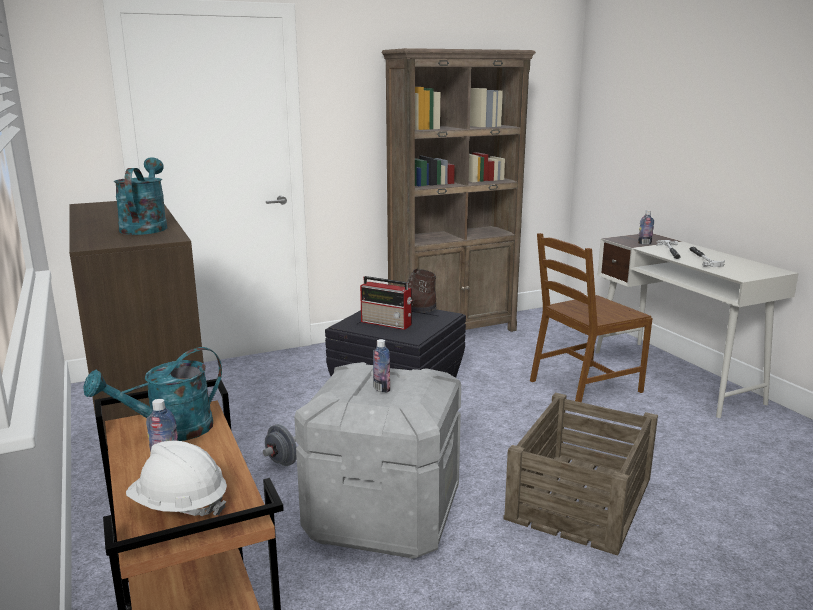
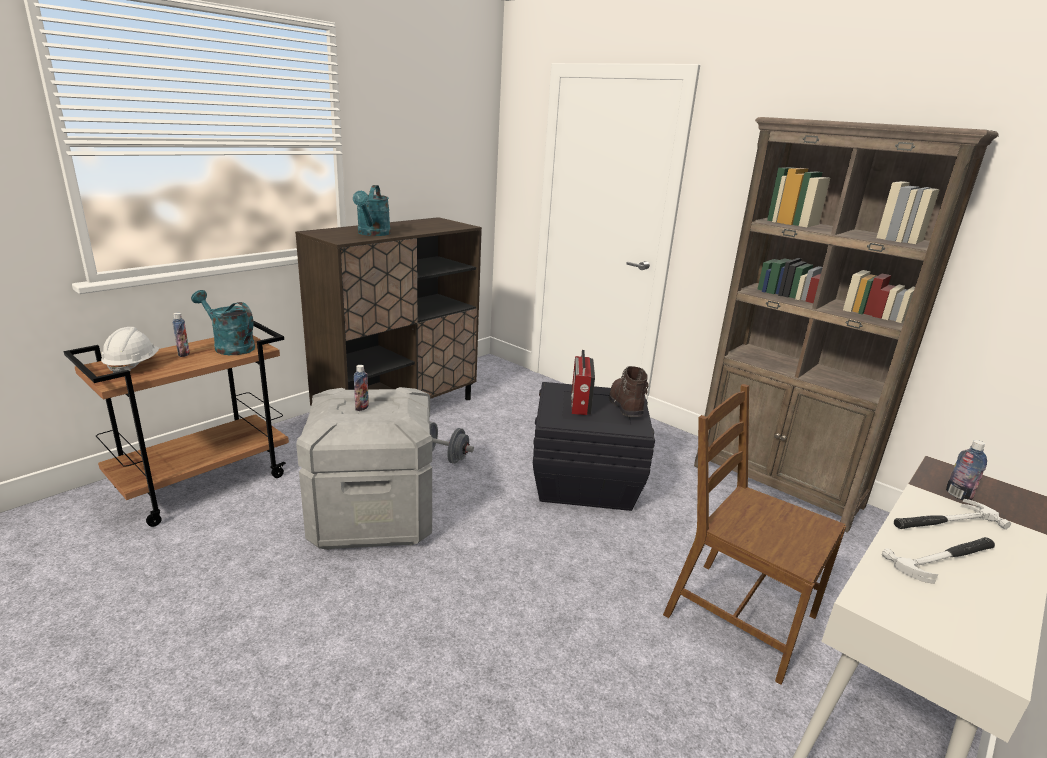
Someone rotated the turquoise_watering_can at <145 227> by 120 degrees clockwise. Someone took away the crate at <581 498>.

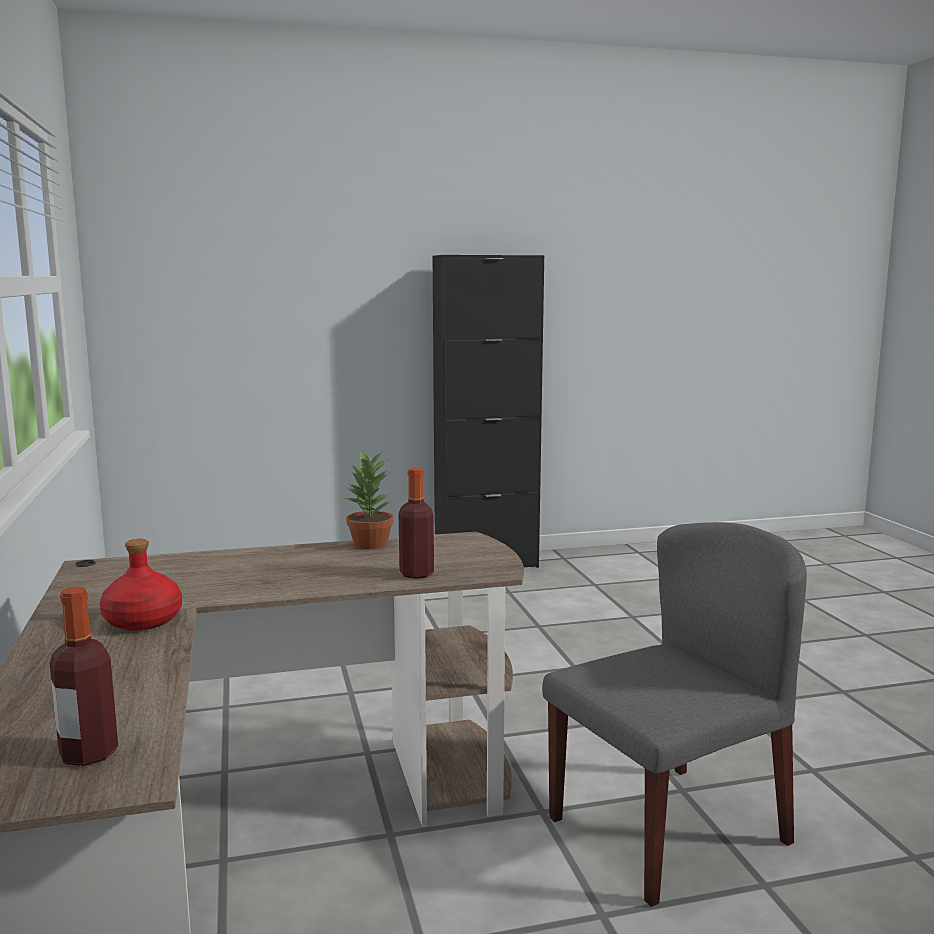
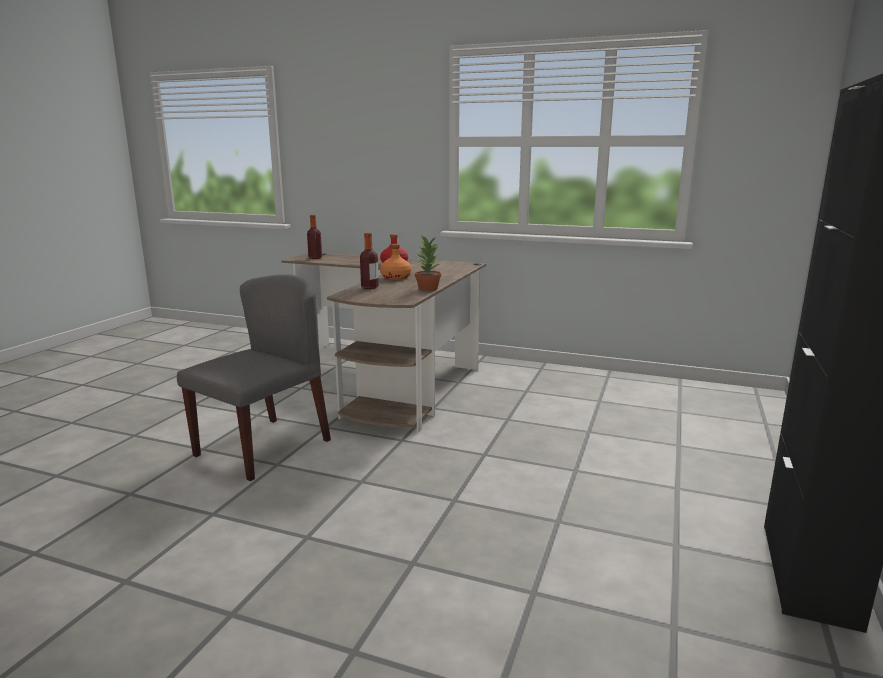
Someone rotated the grey_chair at <669 828> by 150 degrees counterclockwise. Someone put down the orange_bottle at <395 277>.

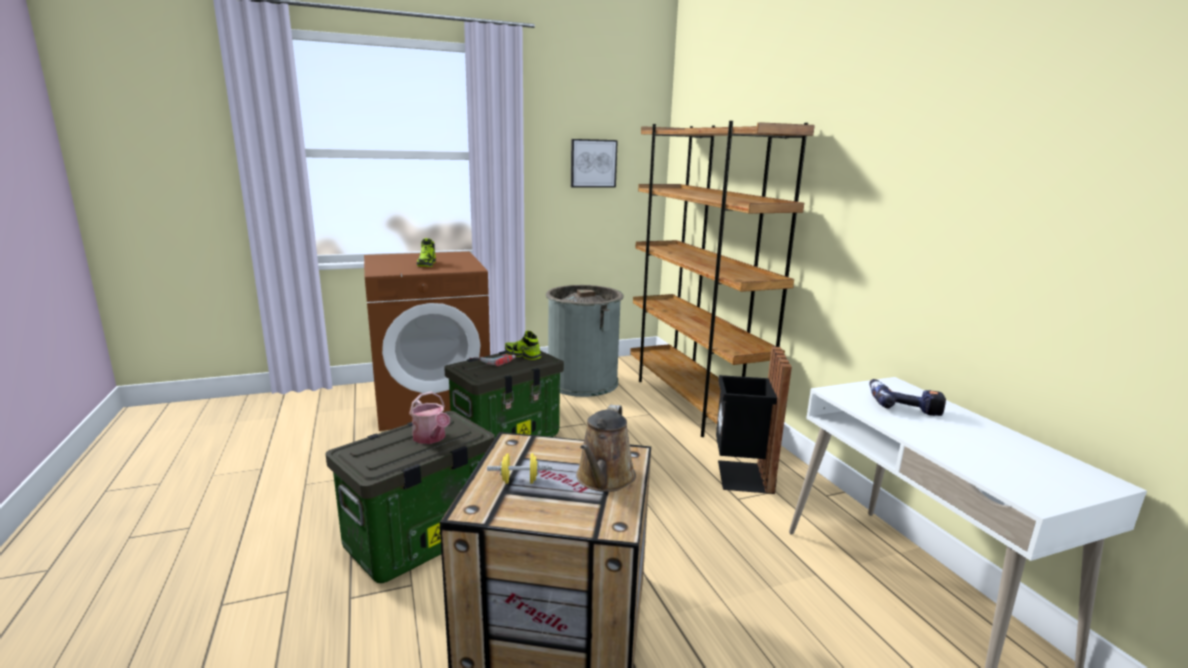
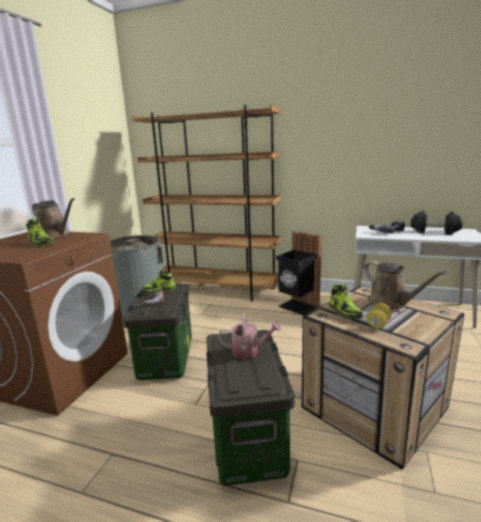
Someone took away the picture at <593 163>. Someone put down the brown_watering_can at <55 235>. Someone put down the shoe at <344 312>. Someone put down the black_dumbbell at <434 231>.

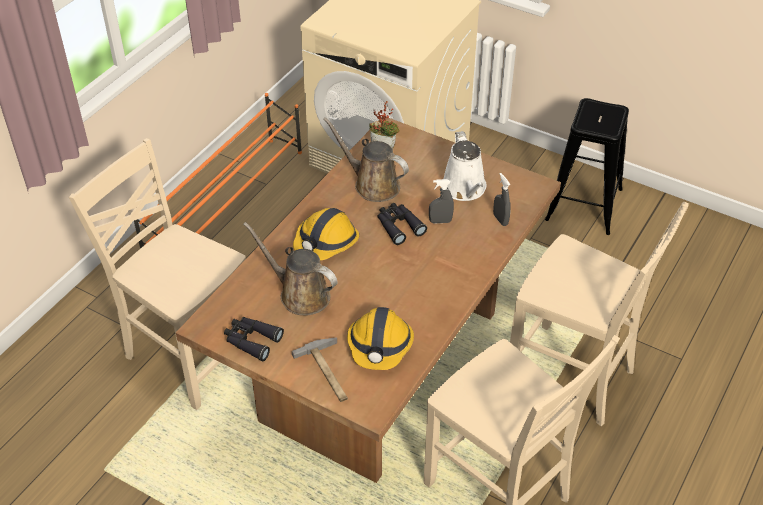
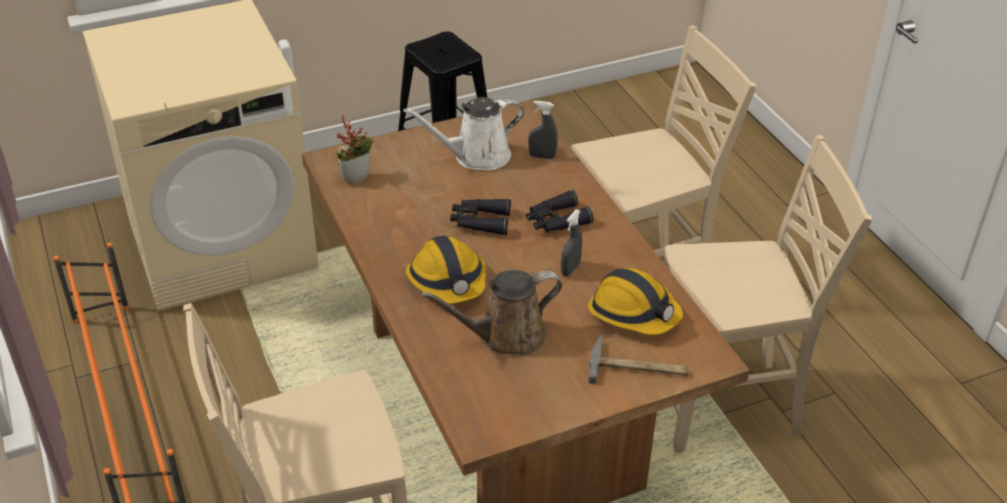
Someone carried the black_binoculars from <251 340> to <556 221>. Someone took away the brown_watering_can at <373 184>. Someone carried the grey_spray_bottle from <440 221> to <570 269>. Someone rotated the white_watering_can at <465 189> by 135 degrees clockwise.

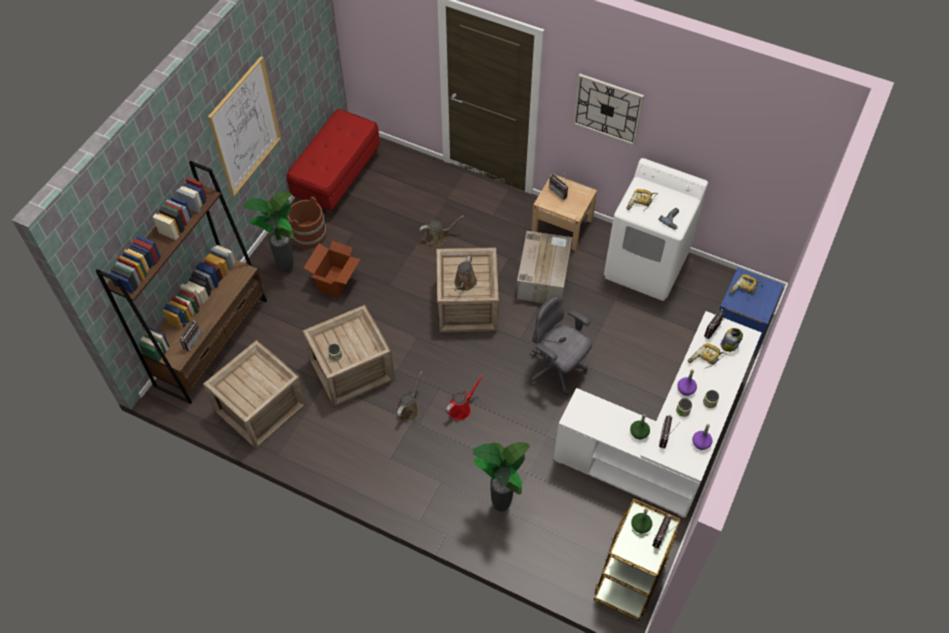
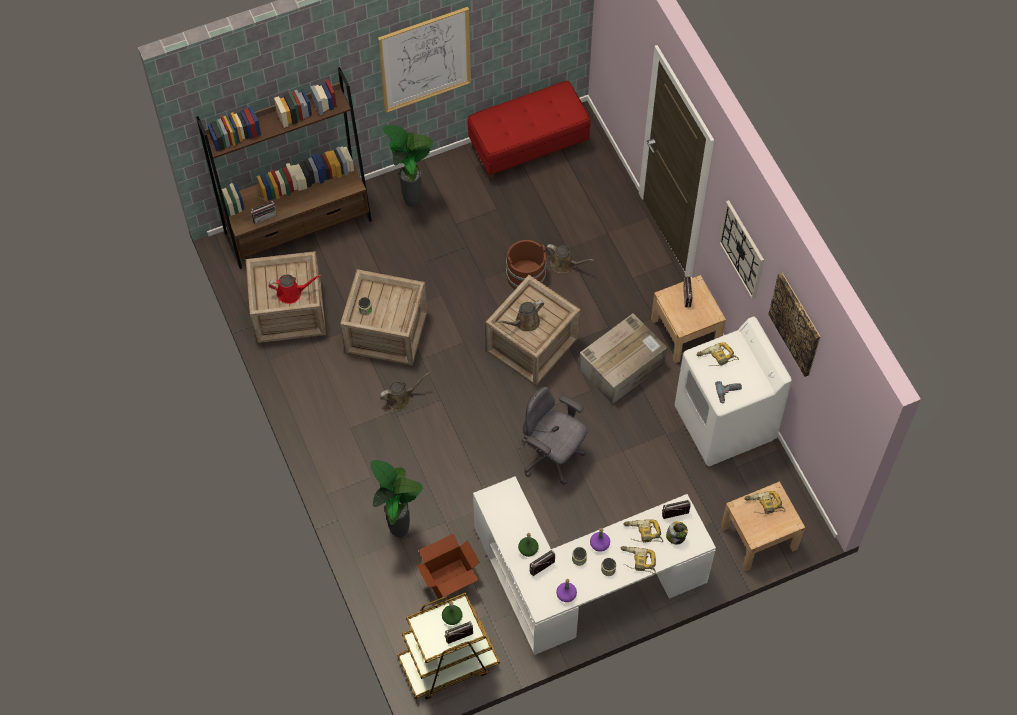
Someone carried the brown_bucket from <309 234> to <526 276>. Someone carried the cardboard_box from <335 282> to <449 579>. Someone carried the red_watering_can from <461 408> to <292 293>. Someone rotated the grey_office_chair at <556 370> by 45 degrees counterclockwise. Someone repainted the blue_nightstand at <741 322>, which became the beige_nightstand at <759 537>. Someone put down the power_drill at <637 561>. Someone put up the picture at <795 324>.

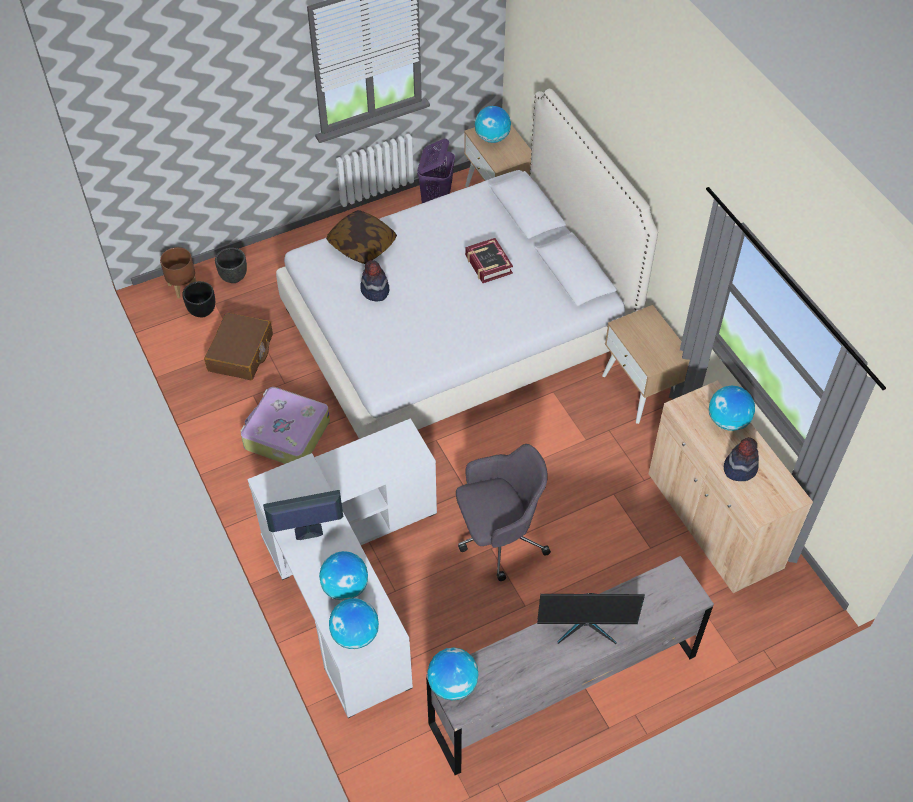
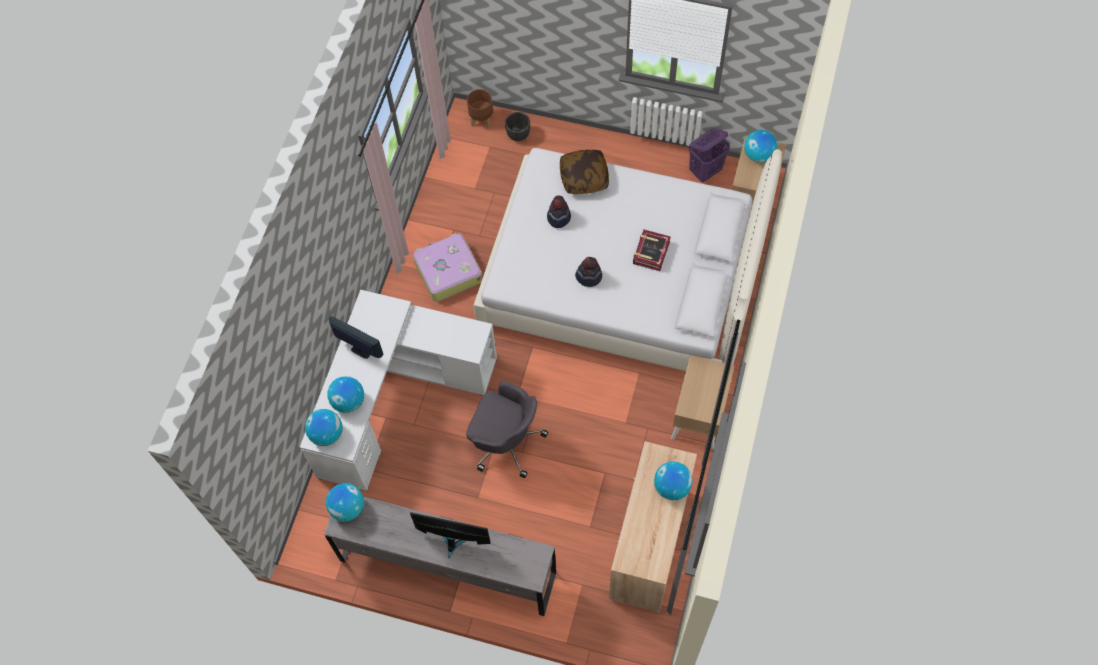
Someone took away the black_planter at <202 311>. Someone took away the brown_suitcase at <241 353>. Someone rotated the monitor at <586 627> by 150 degrees clockwise. Someone carried the hat from <739 468> to <588 276>.

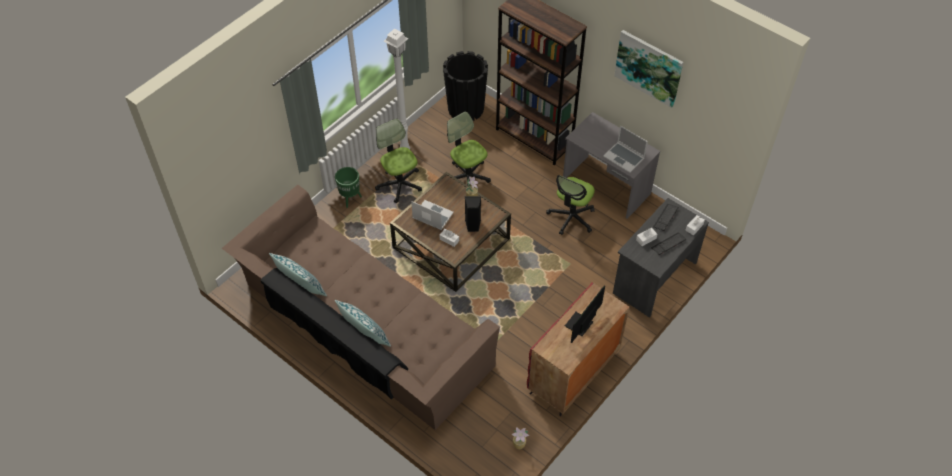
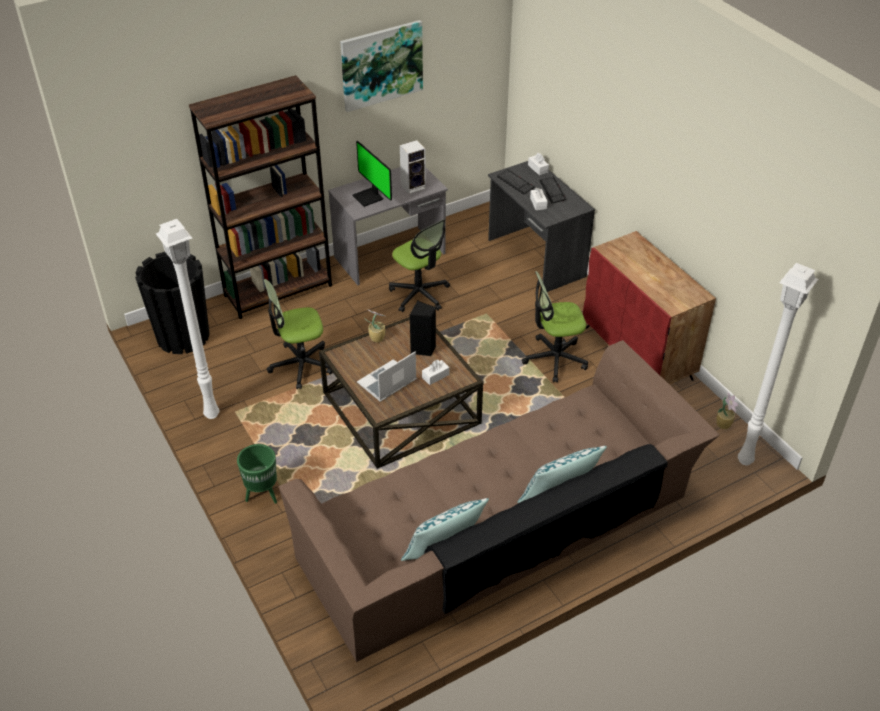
Someone carried the office_chair from <399 184> to <554 359>. Someone carried the monitor from <580 325> to <369 197>. Someone swapped the laptop at <624 158> for the speaker at <413 186>. Someone put down the white_floor_lamp at <745 461>.

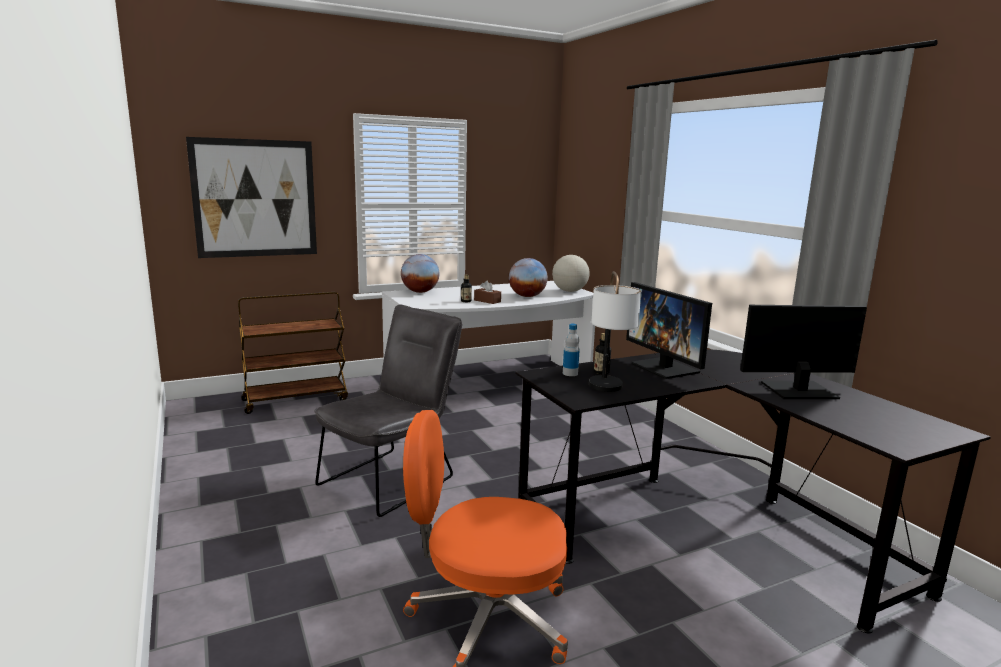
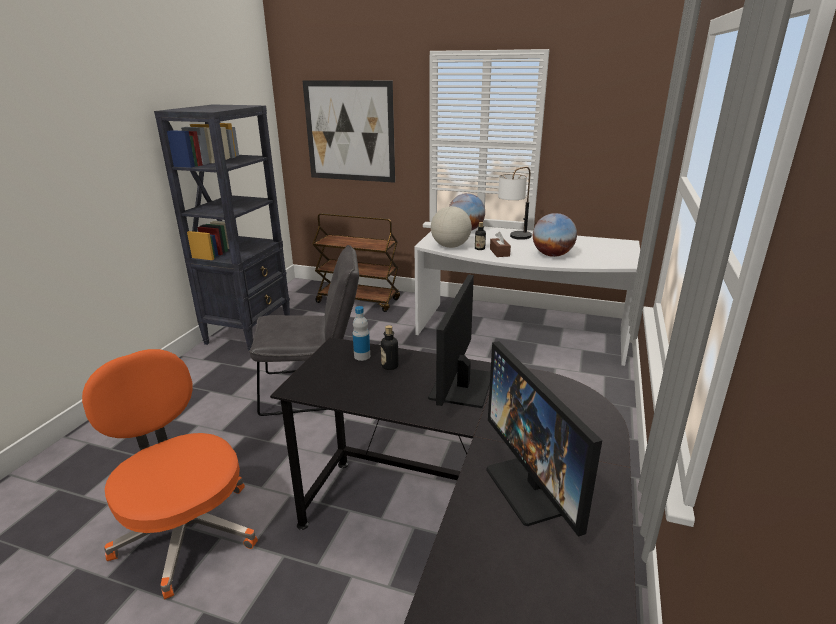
Someone carried the globe from <569 291> to <450 246>. Someone carried the table_lamp from <607 392> to <513 238>. Someone rotated the monitor at <798 390> by 150 degrees counterclockwise. Someone put down the black_bookcase at <249 332>.

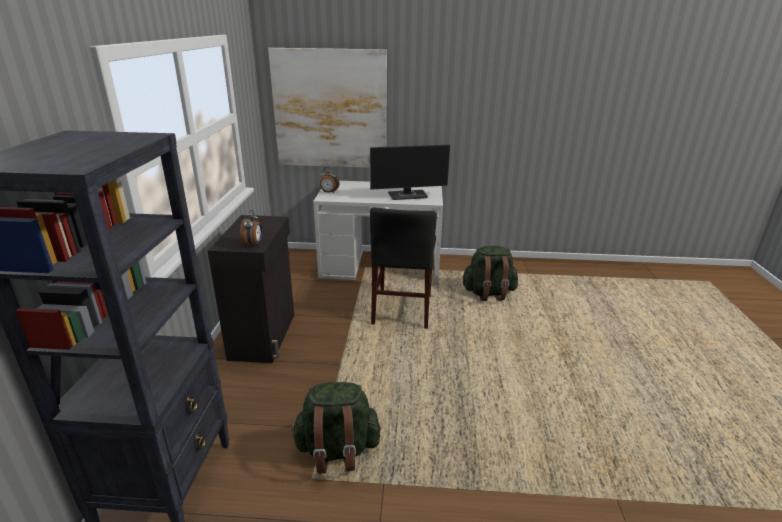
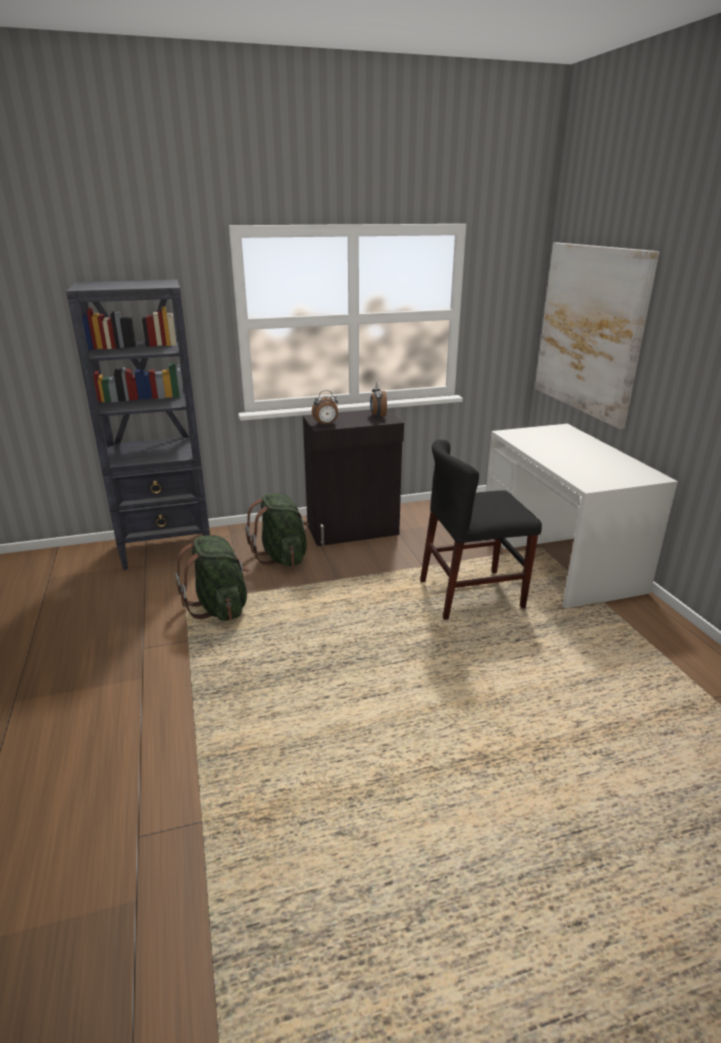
Someone carried the alarm_clock from <329 192> to <378 416>. Someone took away the monitor at <408 195>. Someone carried the green_backpack from <488 293> to <282 557>.

